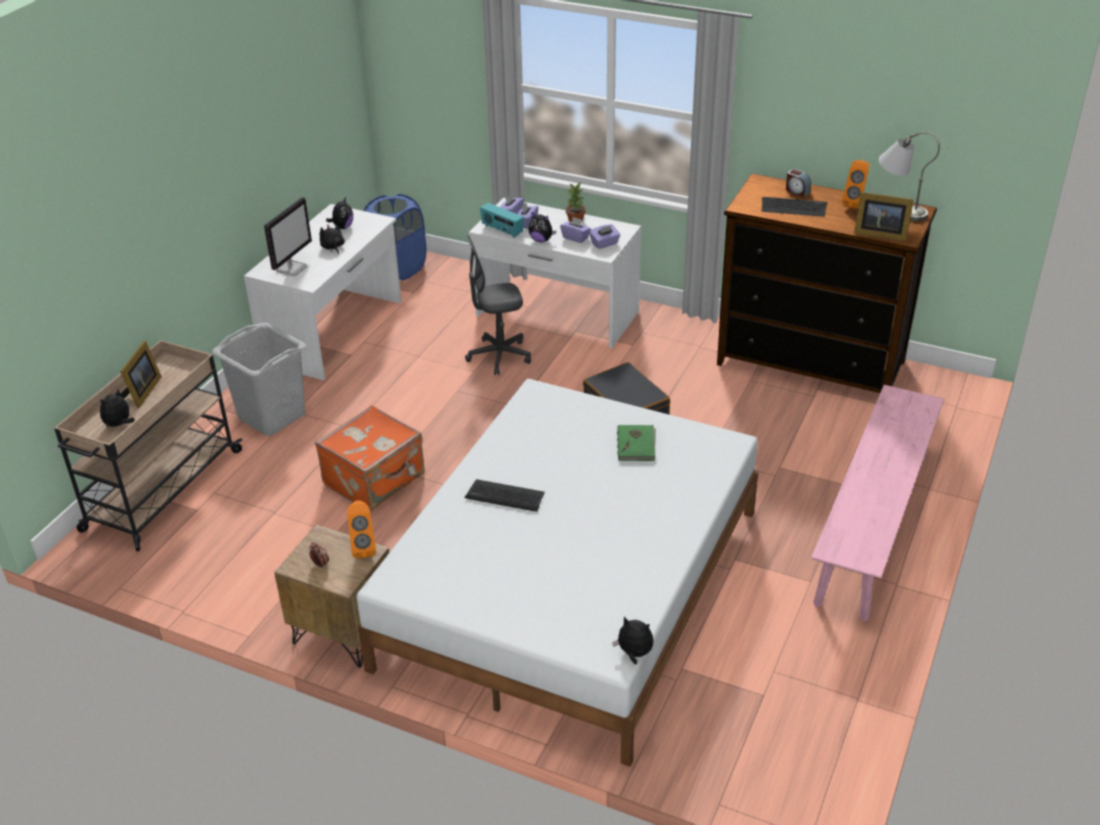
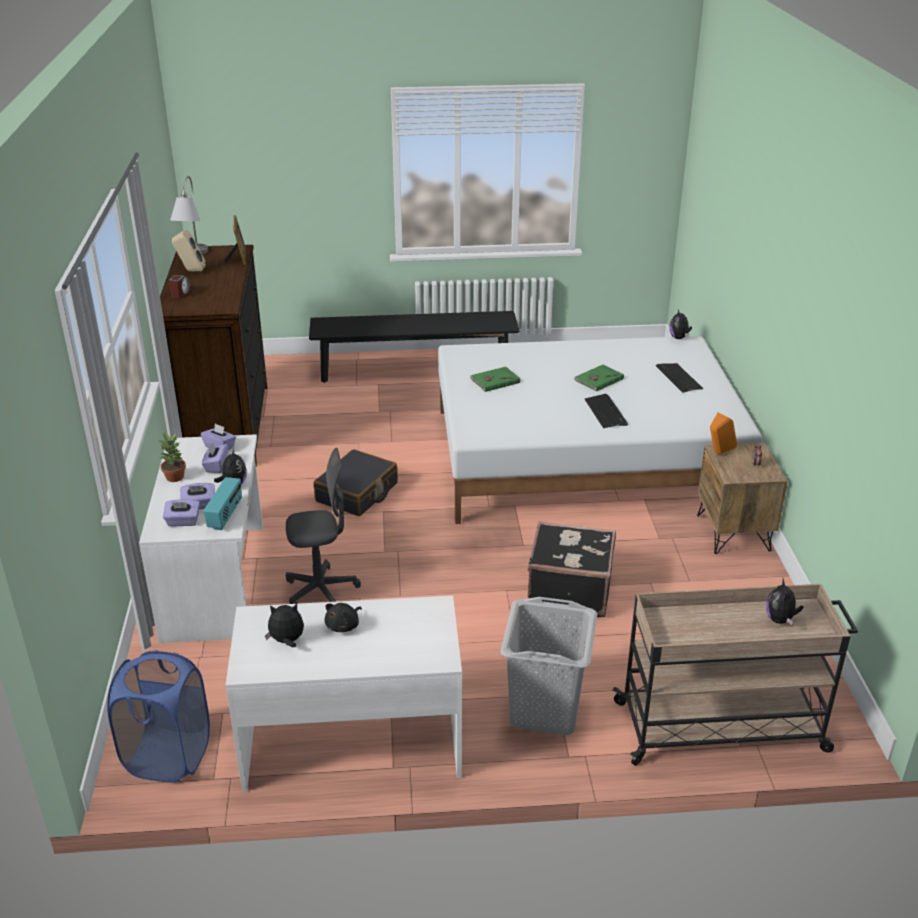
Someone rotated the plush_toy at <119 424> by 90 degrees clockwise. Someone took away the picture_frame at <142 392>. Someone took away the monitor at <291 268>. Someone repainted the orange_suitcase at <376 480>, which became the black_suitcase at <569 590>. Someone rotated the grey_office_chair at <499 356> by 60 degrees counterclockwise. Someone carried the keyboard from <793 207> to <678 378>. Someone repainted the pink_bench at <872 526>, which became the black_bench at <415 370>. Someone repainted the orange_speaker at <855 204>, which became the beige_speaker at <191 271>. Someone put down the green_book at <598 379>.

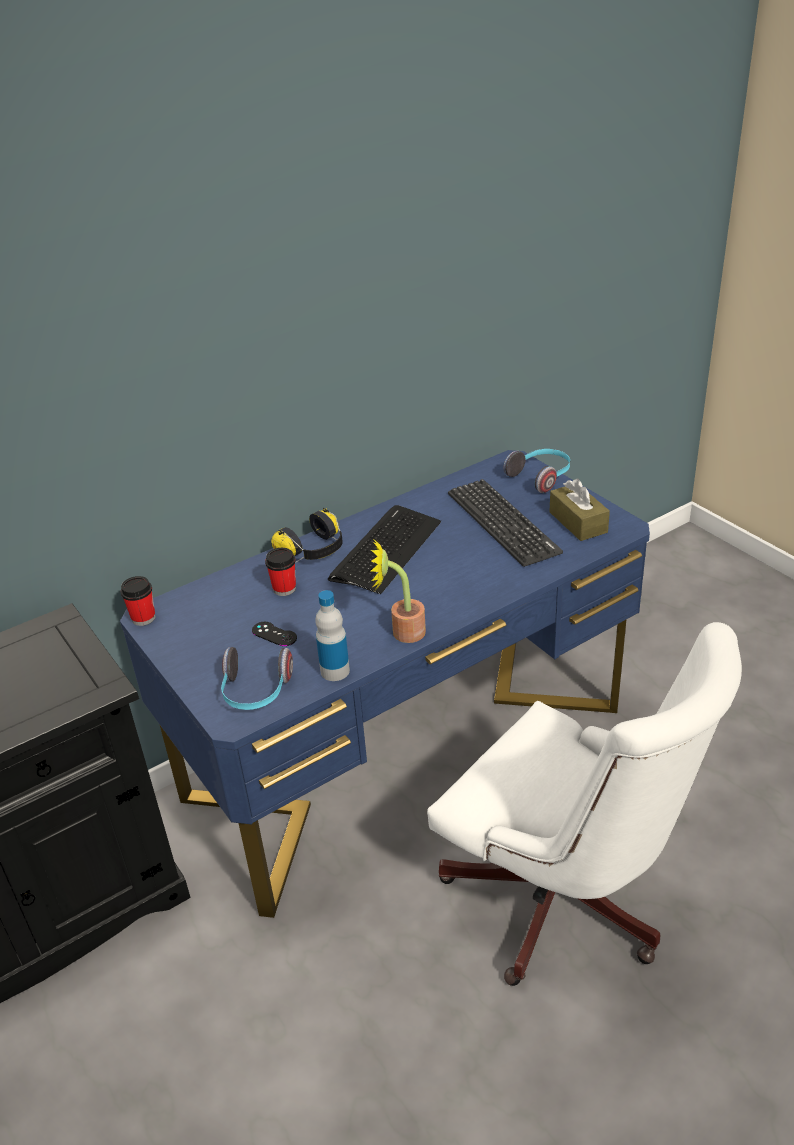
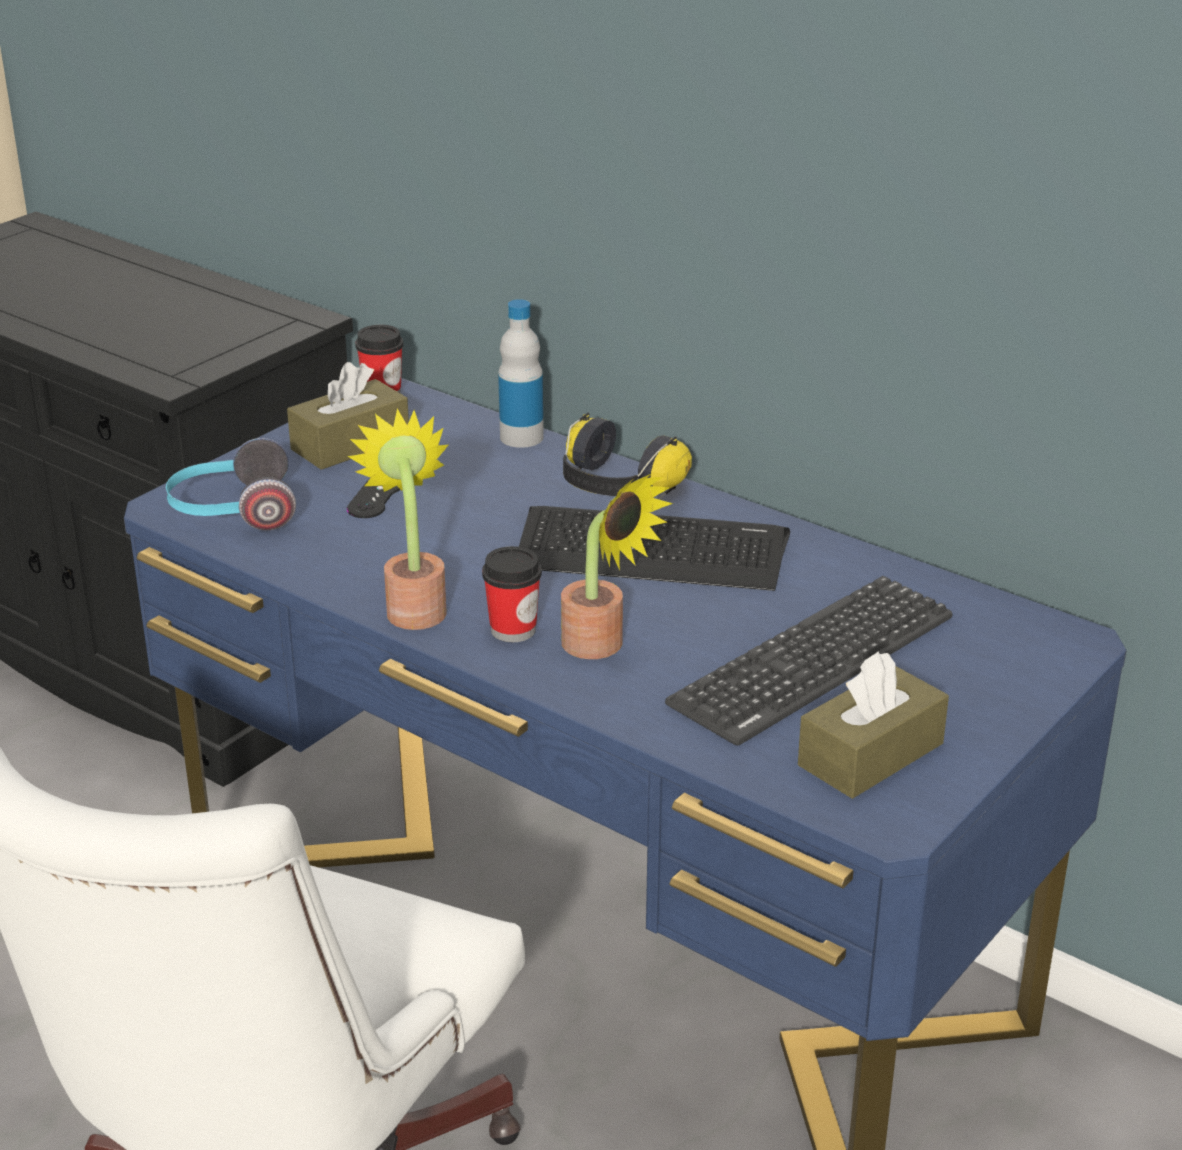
Someone carried the cup from <284 589> to <513 630>. Someone carried the bottle from <335 671> to <521 437>. Someone took away the headphones at <541 477>. Someone put down the brown_tissue_box at <350 444>. Someone put down the potted_plant at <602 647>.

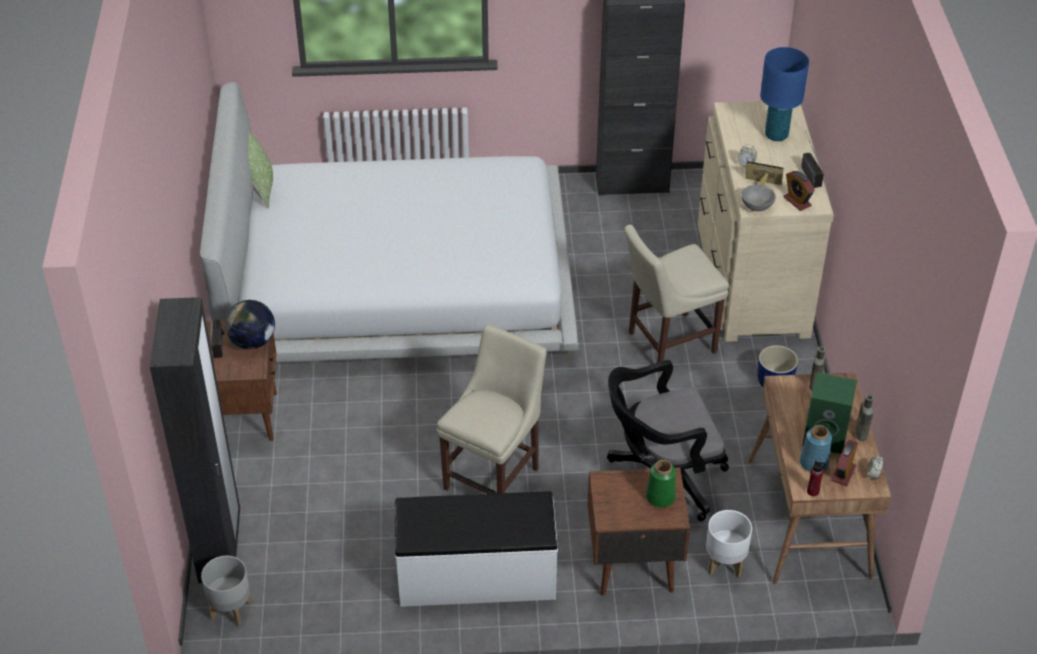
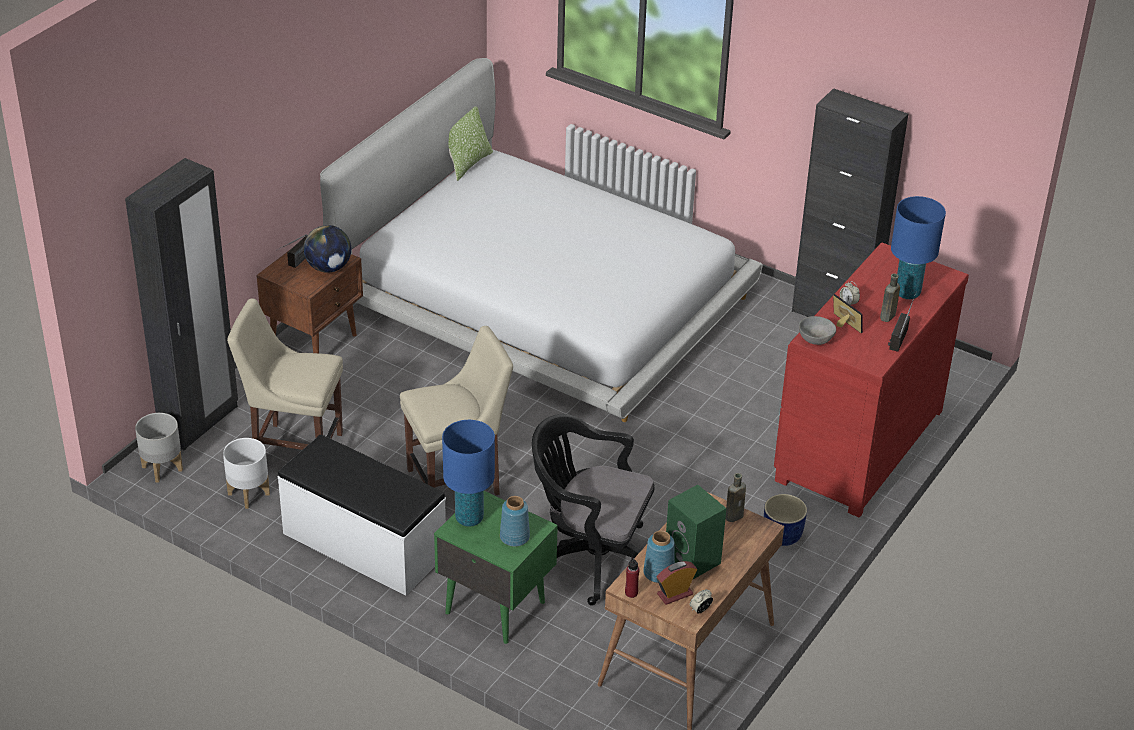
Someone repainted the brown_nightstand at <632 565>, which became the green_nightstand at <494 606>. Someone carried the beige_chair from <667 343> to <294 448>. Someone repainted the green_vase at <660 496>, which became the blue_vase at <515 537>. Someone repainted the beige_dresser at <750 280>, which became the red_dresser at <856 444>. Someone carried the white_planter from <724 563> to <248 494>. Someone took away the alarm_clock at <797 201>. Someone carried the brown_bottle from <861 435> to <887 317>. Someone put down the blue_table_lamp at <469 518>.

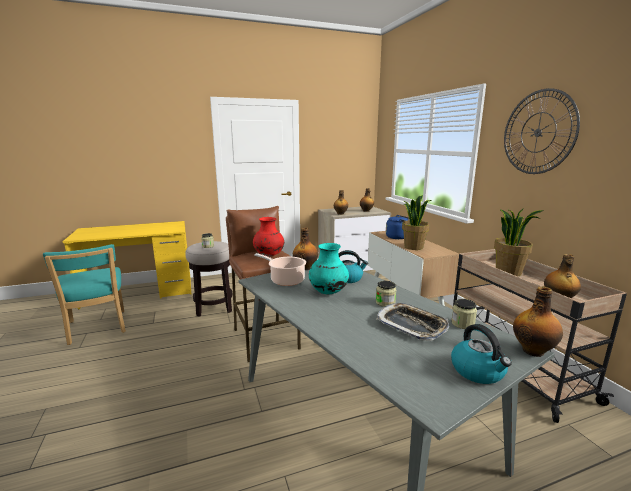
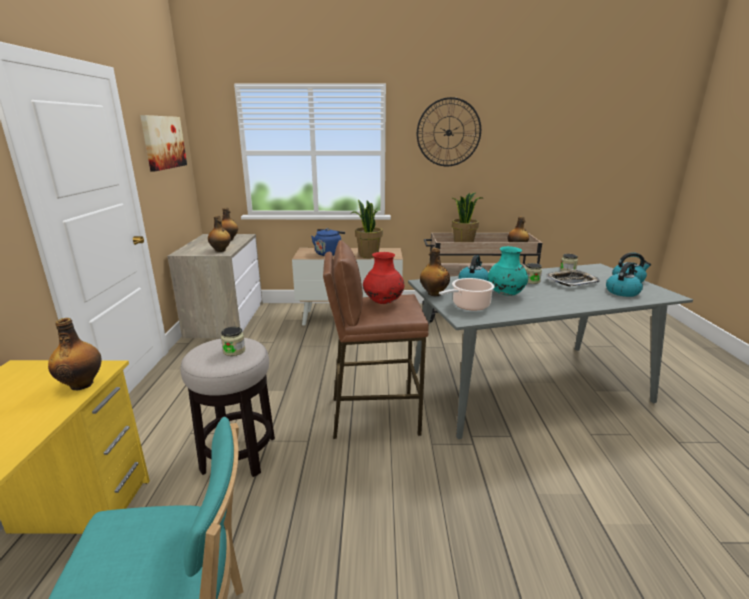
Someone carried the bottle from <533 351> to <82 384>. Someone put up the picture at <163 142>. Someone put down the kettle at <622 292>.

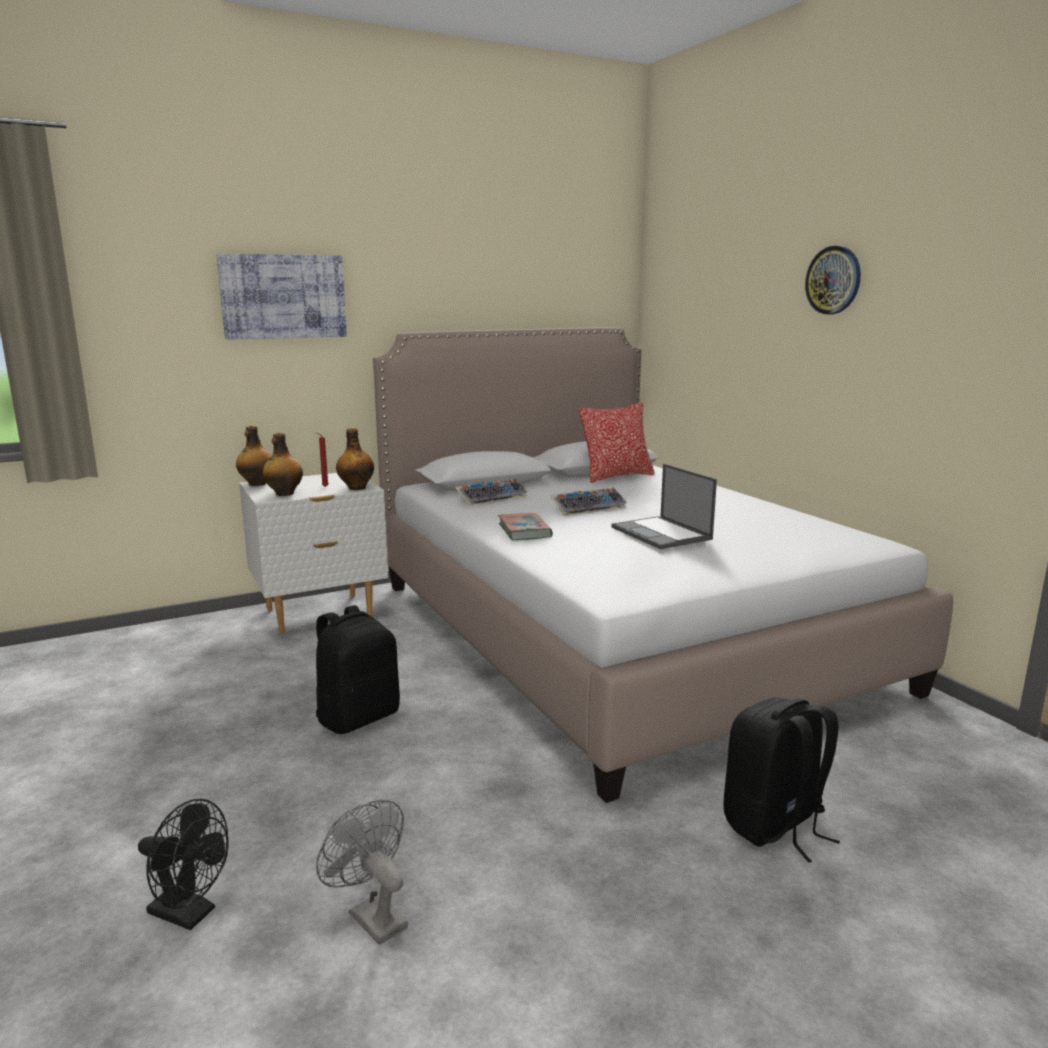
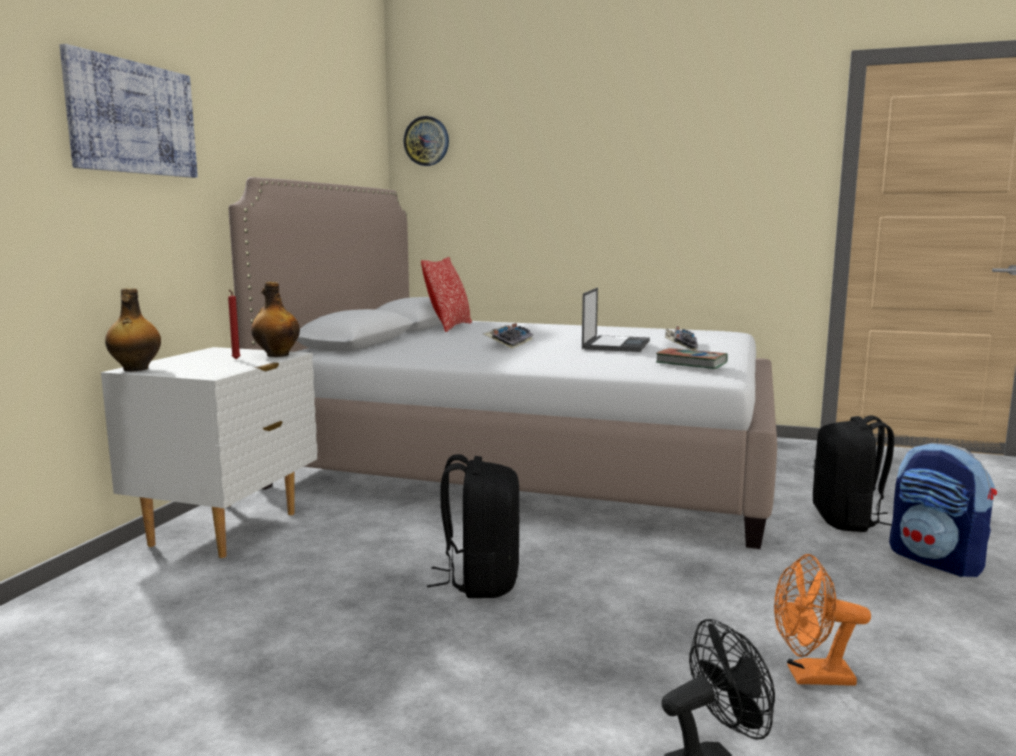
Someone took away the bottle at <284 494>. Someone repainted the grey_fan at <371 916>, which became the orange_fan at <810 677>. Someone carried the keyboard from <492 498> to <680 346>. Someone carried the book from <524 531> to <691 363>. Someone rotated the laptop at <662 533> by 90 degrees counterclockwise. Someone carried the wall_clock from <833 280> to <426 141>. Someone put down the backpack at <937 561>.

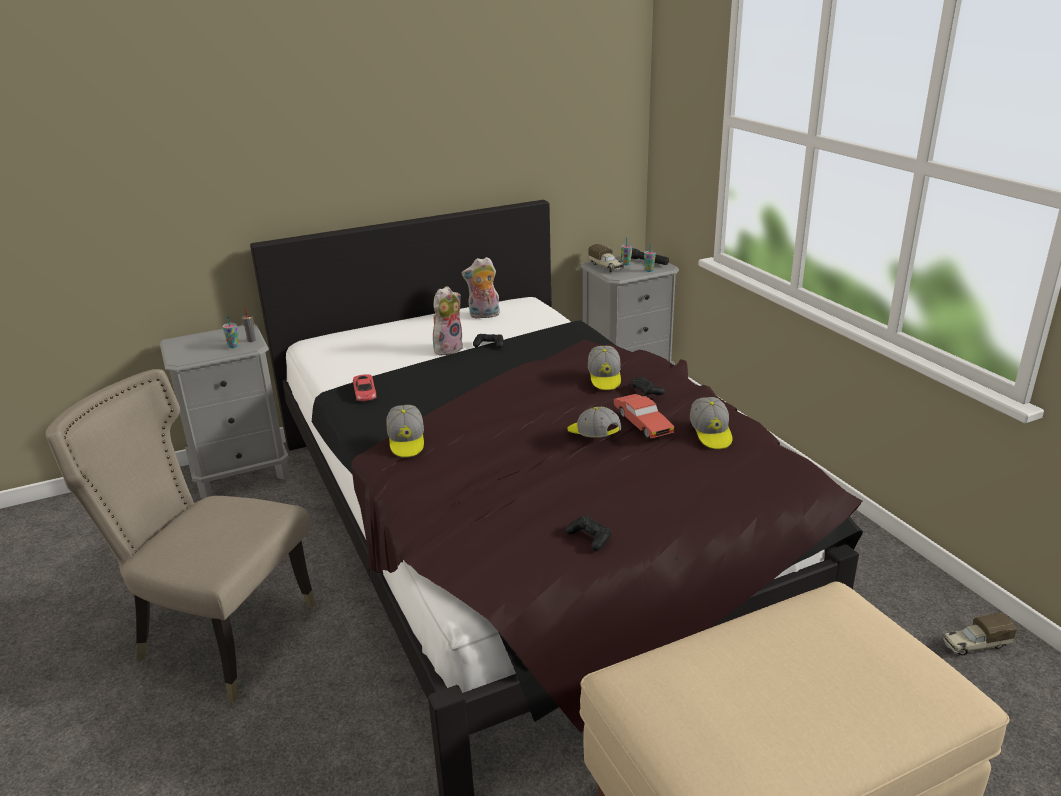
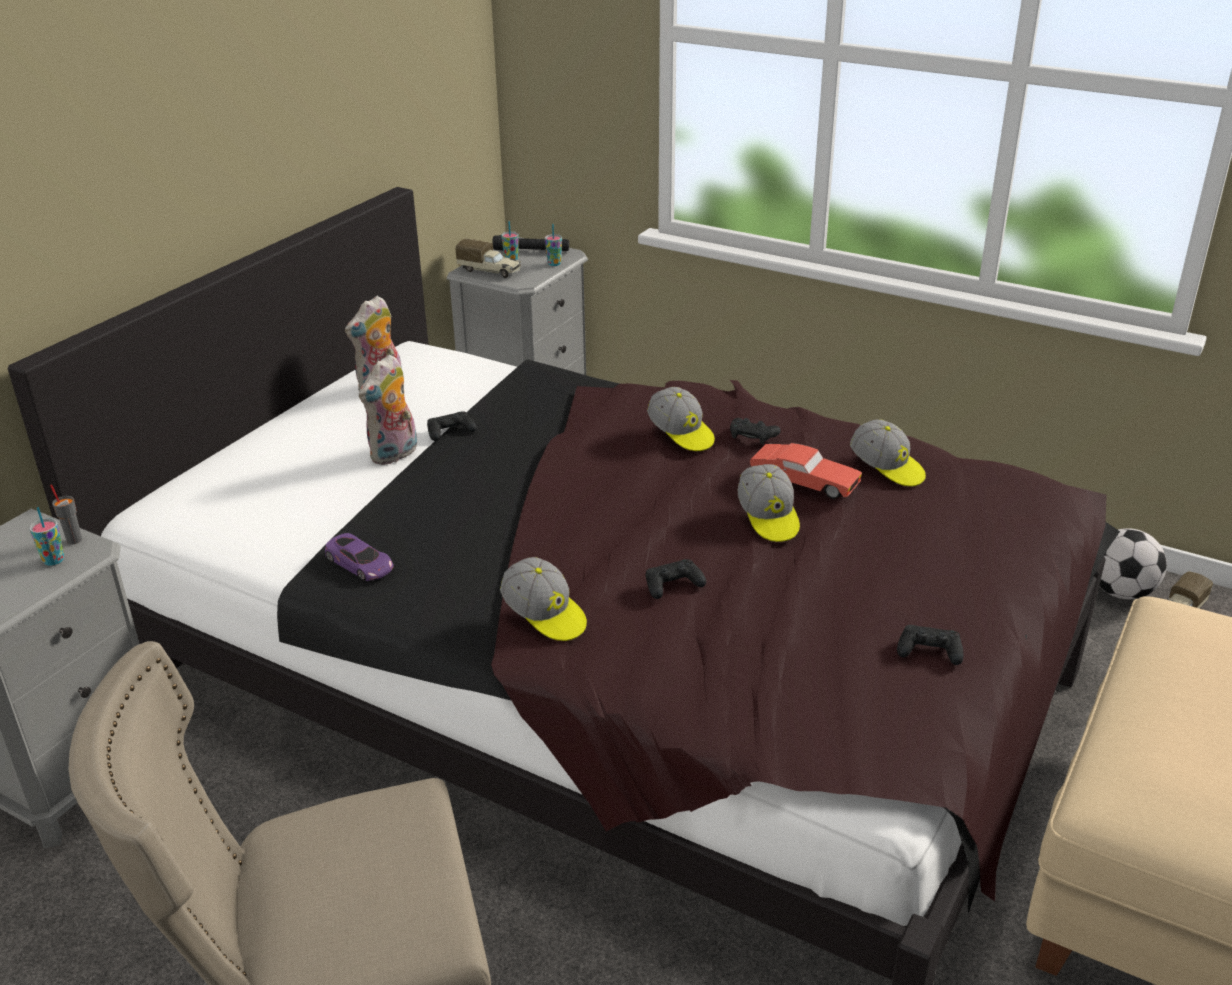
Someone repainted the red_toy_car at <365 392>, which became the purple_toy_car at <360 563>. Someone rotated the plush_toy at <448 348> by 150 degrees counterclockwise. Someone rotated the cap at <593 435> by 120 degrees counterclockwise. Someone put down the black_game_controller at <673 585>. Someone put down the football at <1120 592>.

